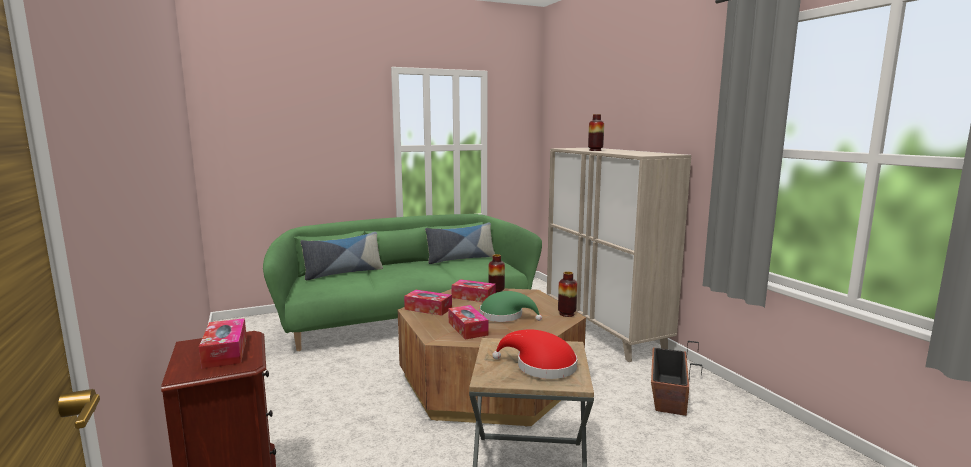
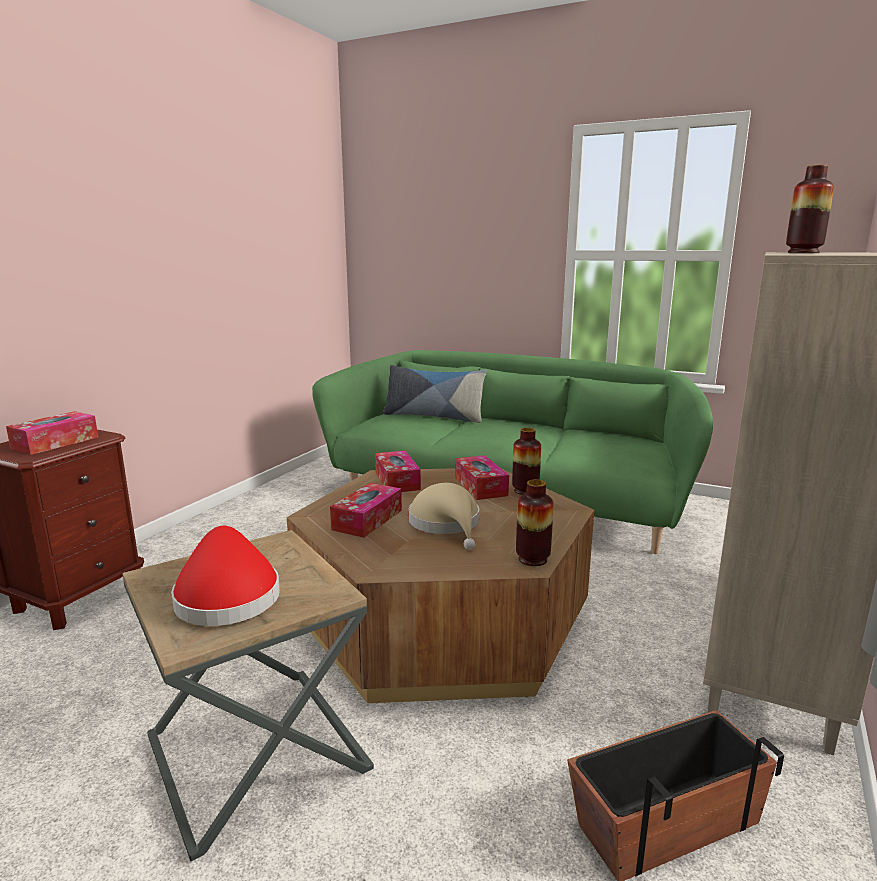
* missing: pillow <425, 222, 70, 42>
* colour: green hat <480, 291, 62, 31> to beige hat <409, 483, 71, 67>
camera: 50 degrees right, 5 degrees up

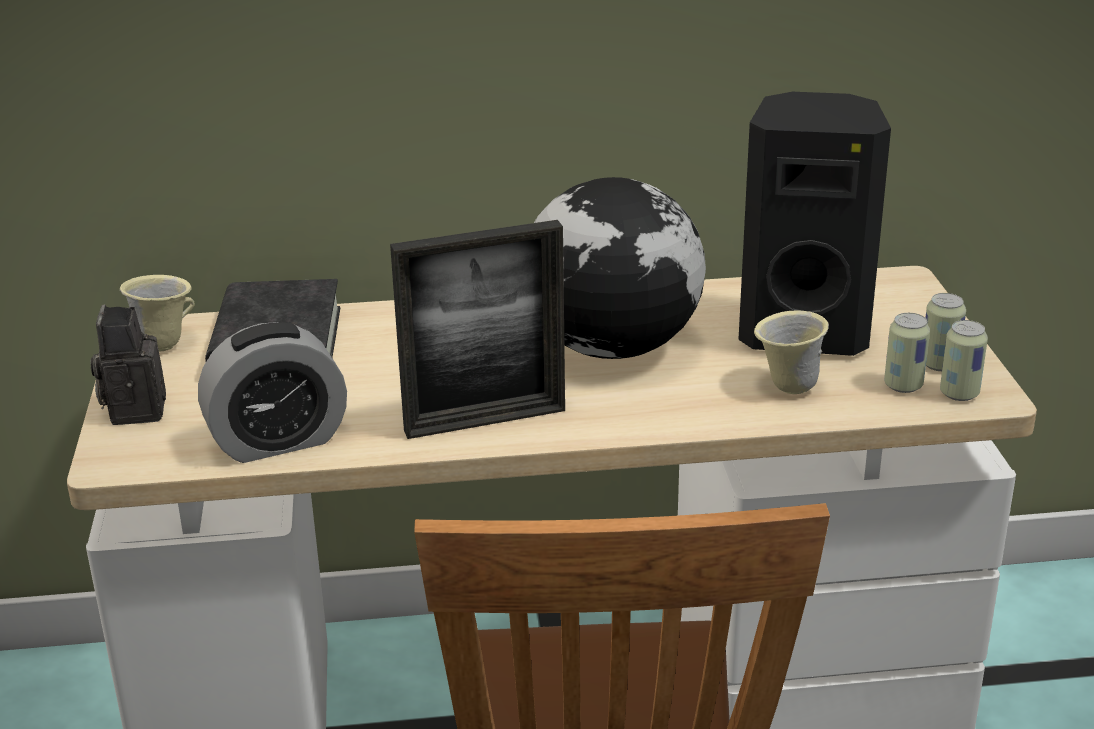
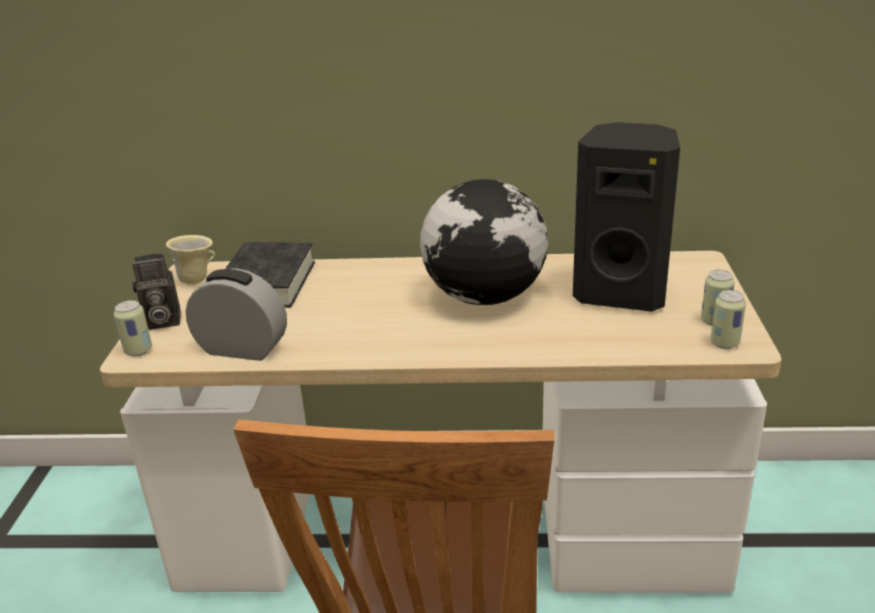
* spun: photo camera <91, 304, 75, 121> = <132, 253, 49, 77> 105 degrees counterclockwise
* spun: alarm clock <198, 322, 149, 141> = <186, 268, 101, 93> 150 degrees counterclockwise
* missing: picture frame <390, 220, 175, 219>
* missing: beige mug <754, 310, 75, 84>
* relocated: can <884, 313, 46, 80> to <114, 300, 38, 56>
camera: 10 degrees right, 0 degrees up

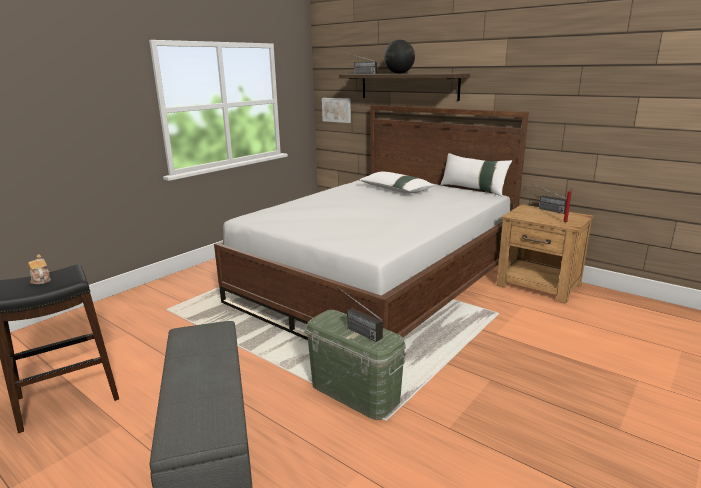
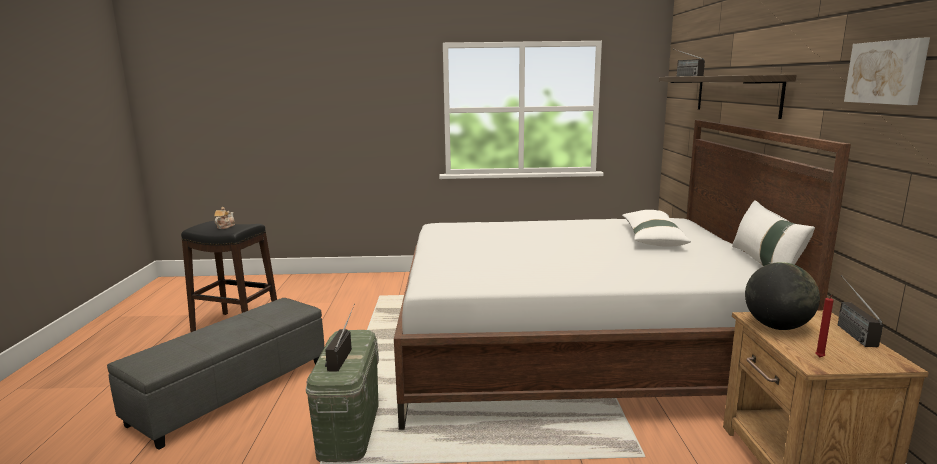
* relocated: picture <322, 98, 29, 25> to <844, 38, 86, 67>
* relocated: globe <384, 40, 31, 34> to <745, 262, 75, 68>
camera: 50 degrees right, 5 degrees down

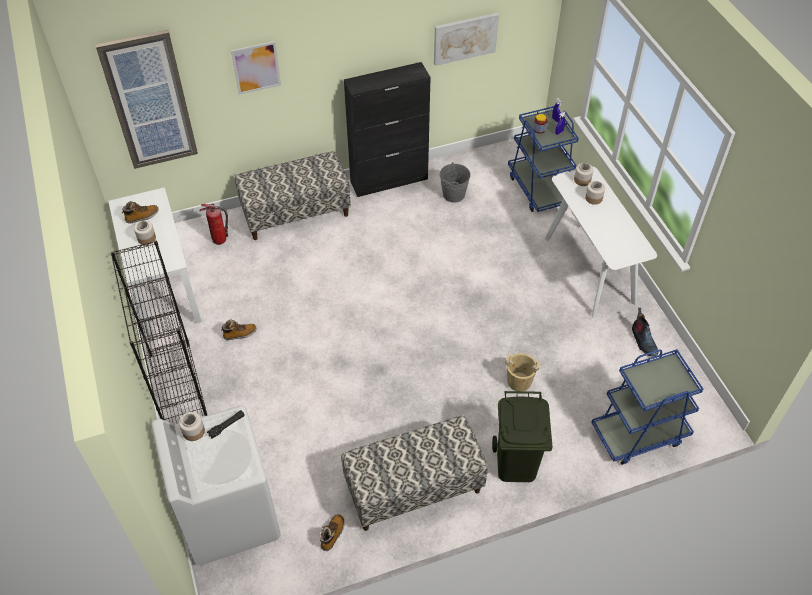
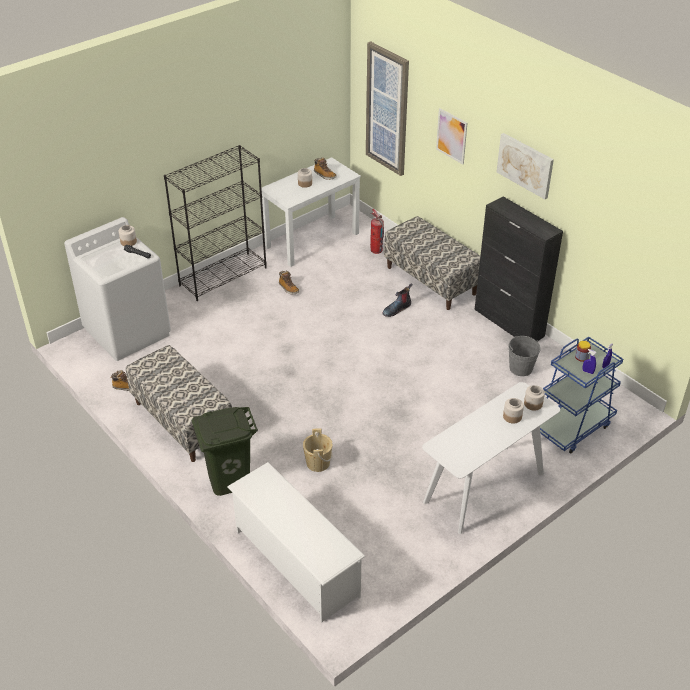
* relocated: picture <434, 13, 65, 53> to <497, 133, 57, 66>
* exchanged: blue cart <591, 349, 112, 116> to white shoe rack <227, 462, 138, 160>
* relocated: boot <632, 308, 26, 48> to <383, 283, 30, 34>
camera: 70 degrees right, 10 degrees down

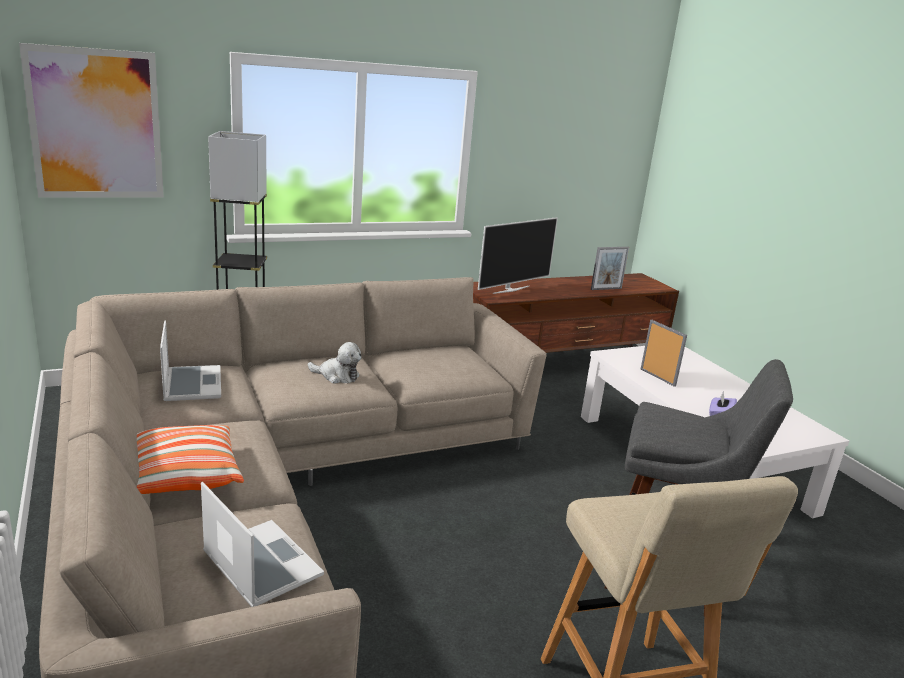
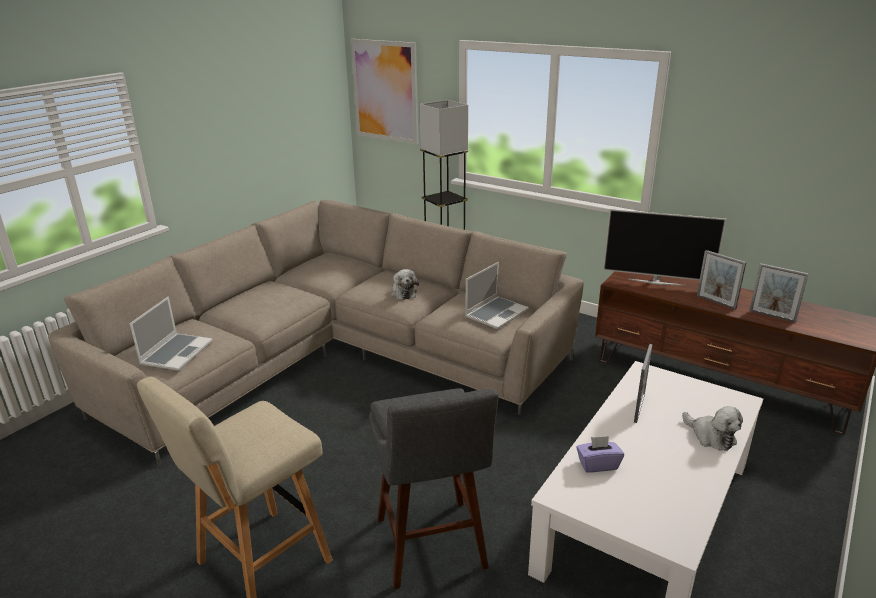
* missing: pillow <137, 425, 107, 69>
* relocated: laptop <160, 321, 61, 80> to <465, 262, 64, 67>
* appeared: plush toy <682, 406, 61, 45>
* appeared: picture frame <697, 250, 49, 60>
camera: 60 degrees right, 5 degrees up

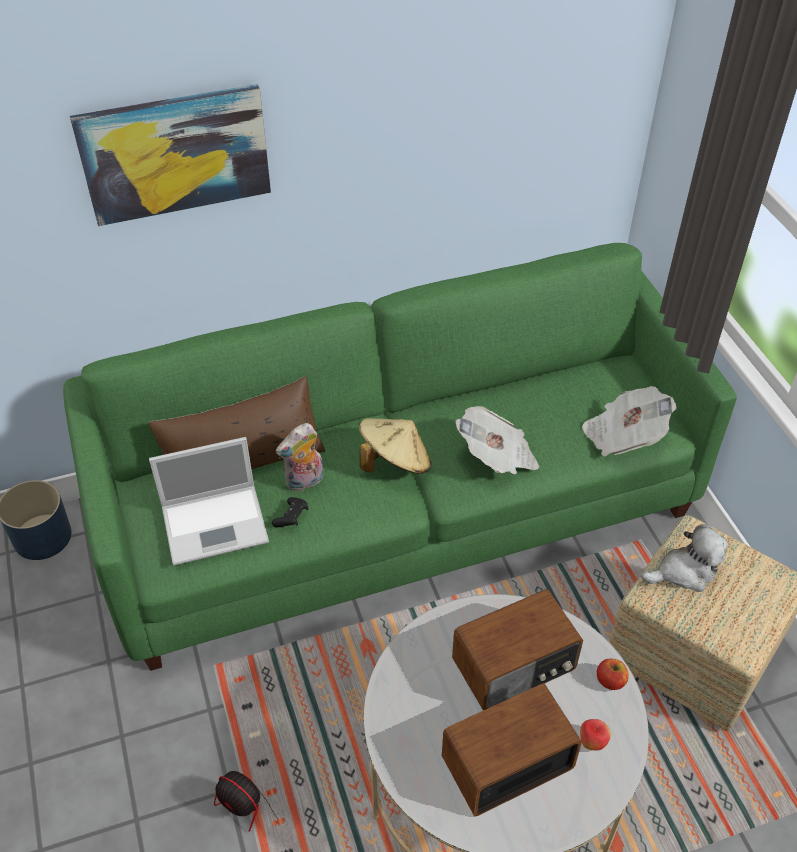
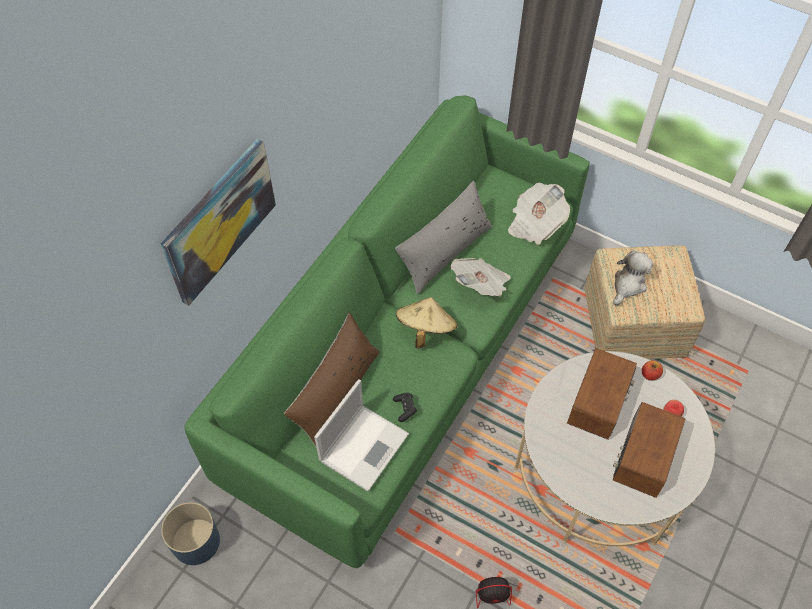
* missing: plush toy <276, 423, 47, 68>
* appeared: grey pillow <395, 181, 97, 113>
camera: 40 degrees left, 10 degrees up

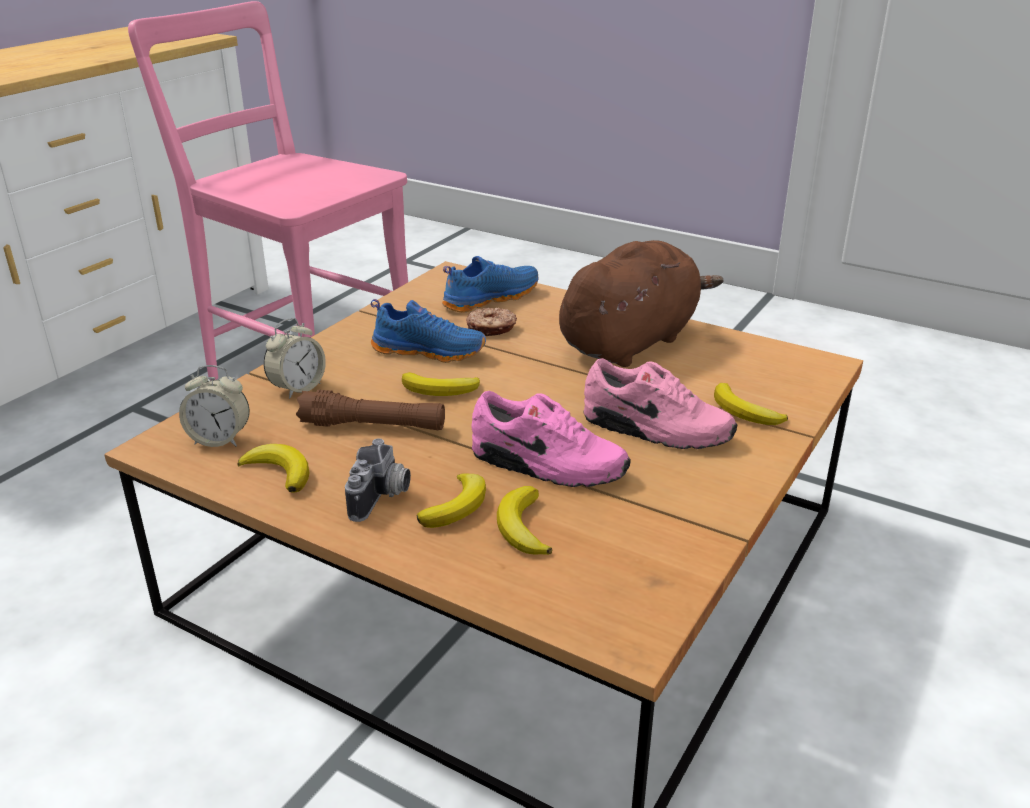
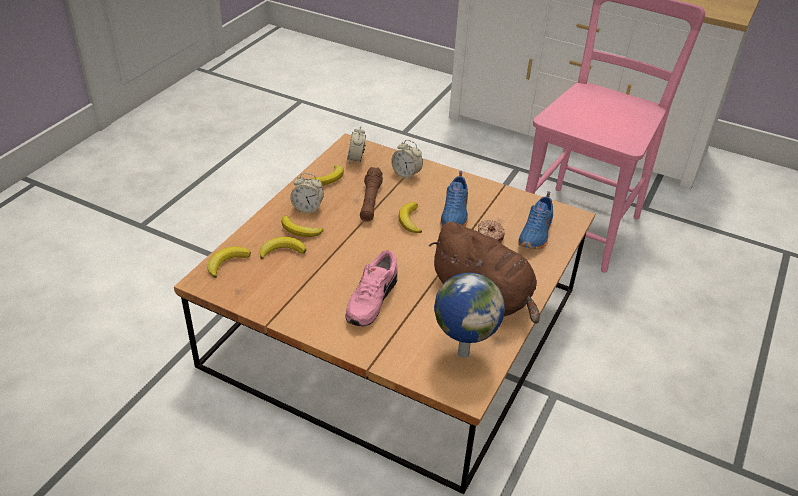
* exchanged: photo camera <345, 438, 66, 84> to alarm clock <290, 173, 34, 40>
* spun: blue shoe <442, 256, 96, 56> = <518, 191, 35, 58> 60 degrees clockwise
* missing: pink shoe <472, 391, 159, 96>
* relocated: banana <714, 383, 74, 42> to <207, 246, 44, 32>
* appeared: globe <434, 272, 71, 86>
camera: 85 degrees right, 10 degrees up

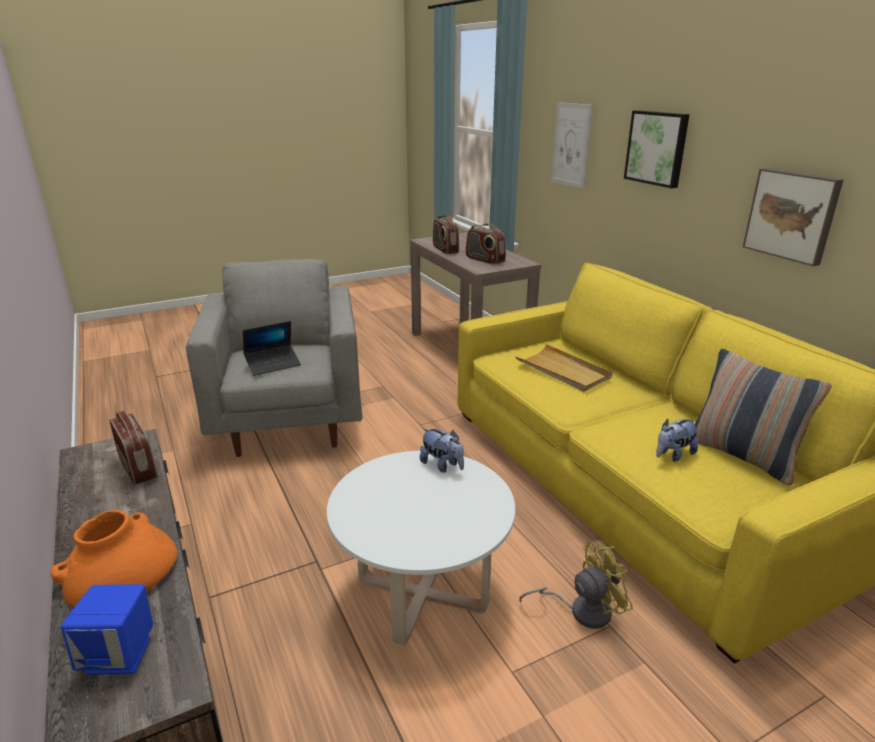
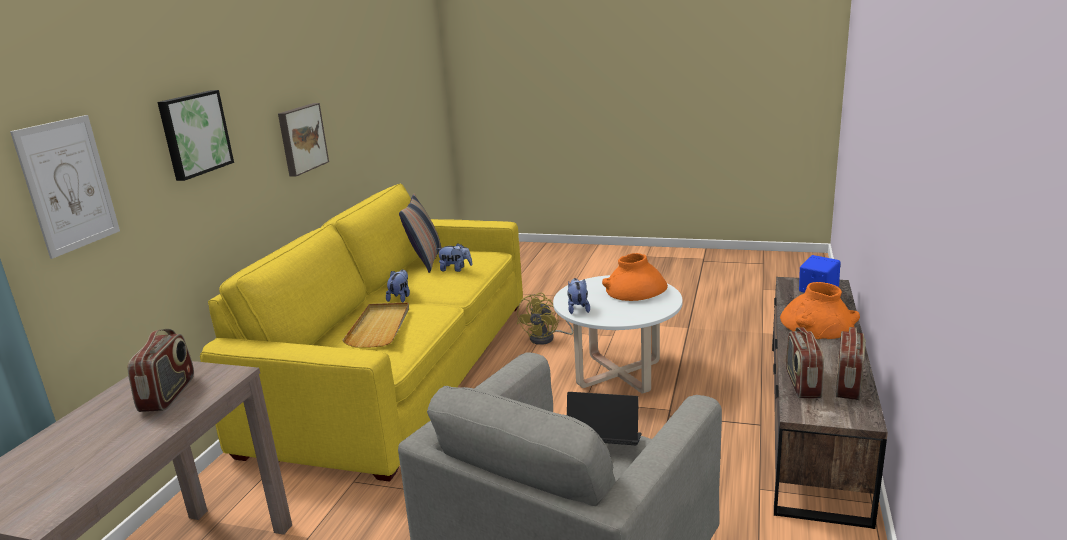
* relocated: radio <433, 215, 26, 39> to <836, 327, 30, 73>
* spun: yellow fan <519, 540, 114, 89> = <517, 292, 56, 53> 90 degrees counterclockwise
* appeared: plush toy <386, 269, 24, 33>
* appeared: orange vase <602, 253, 66, 48>
camera: 135 degrees left, 5 degrees down

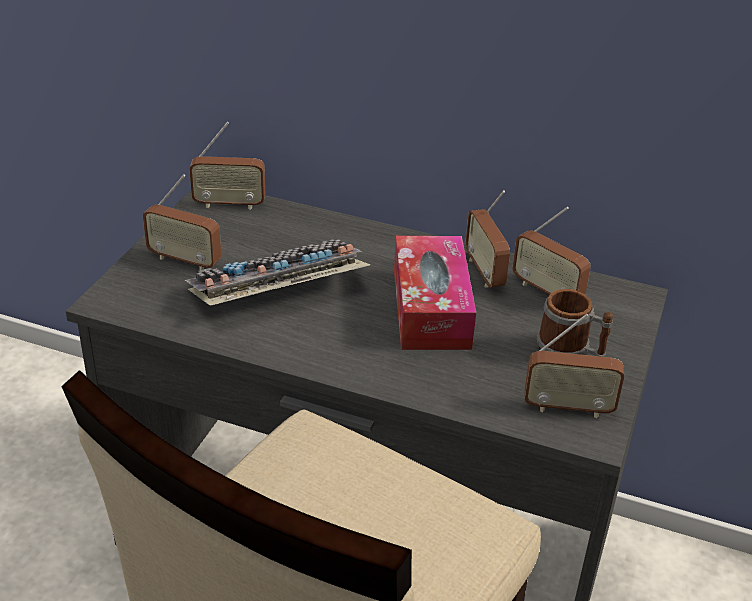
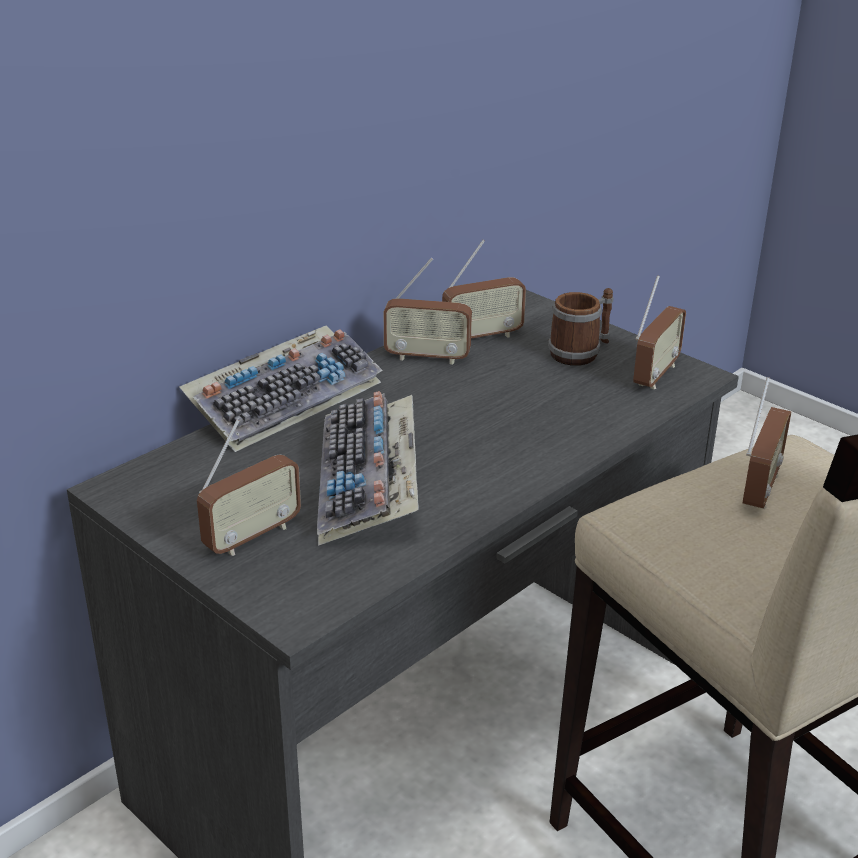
* relocated: radio <189, 122, 76, 88> to <743, 377, 48, 132>
* missing: tissue box <394, 236, 82, 114>
* appeared: keyboard <179, 326, 204, 126>
camera: 65 degrees left, 5 degrees down

